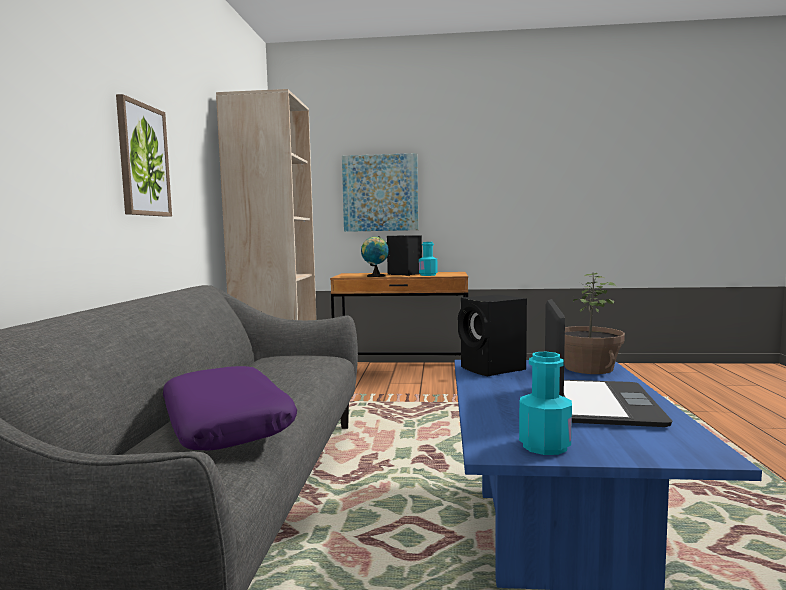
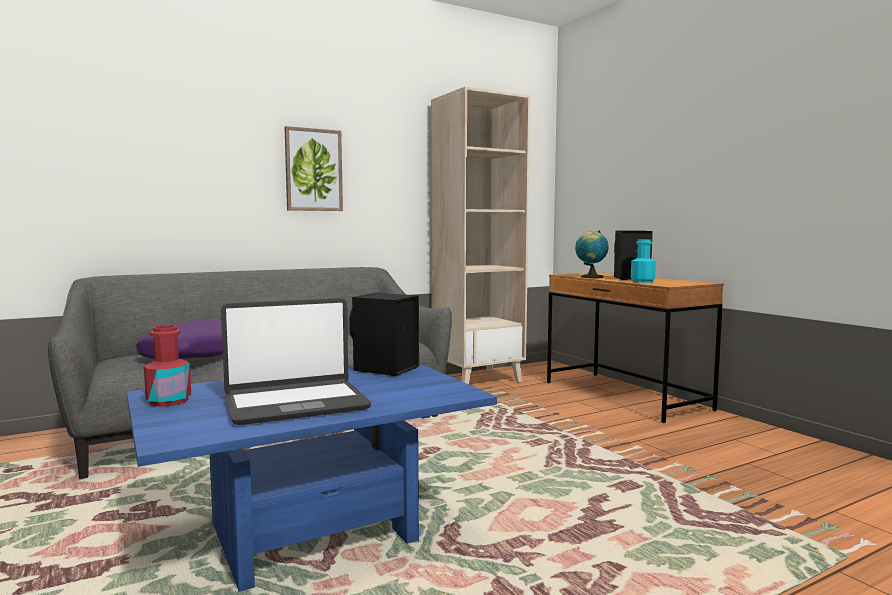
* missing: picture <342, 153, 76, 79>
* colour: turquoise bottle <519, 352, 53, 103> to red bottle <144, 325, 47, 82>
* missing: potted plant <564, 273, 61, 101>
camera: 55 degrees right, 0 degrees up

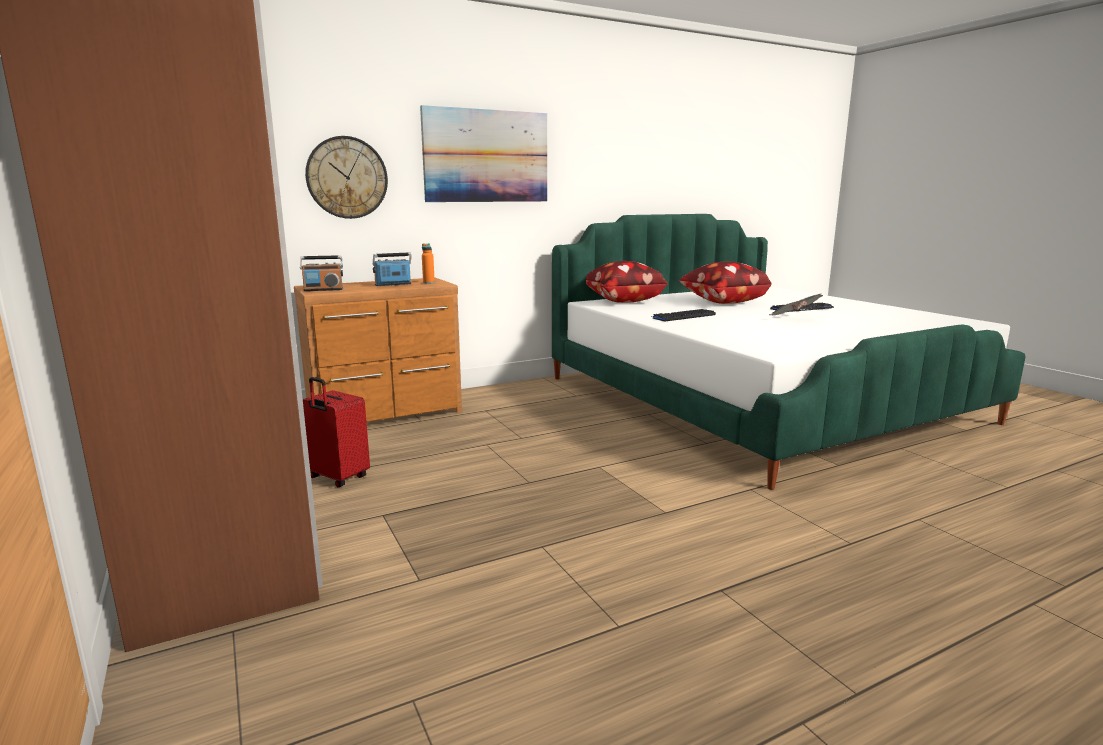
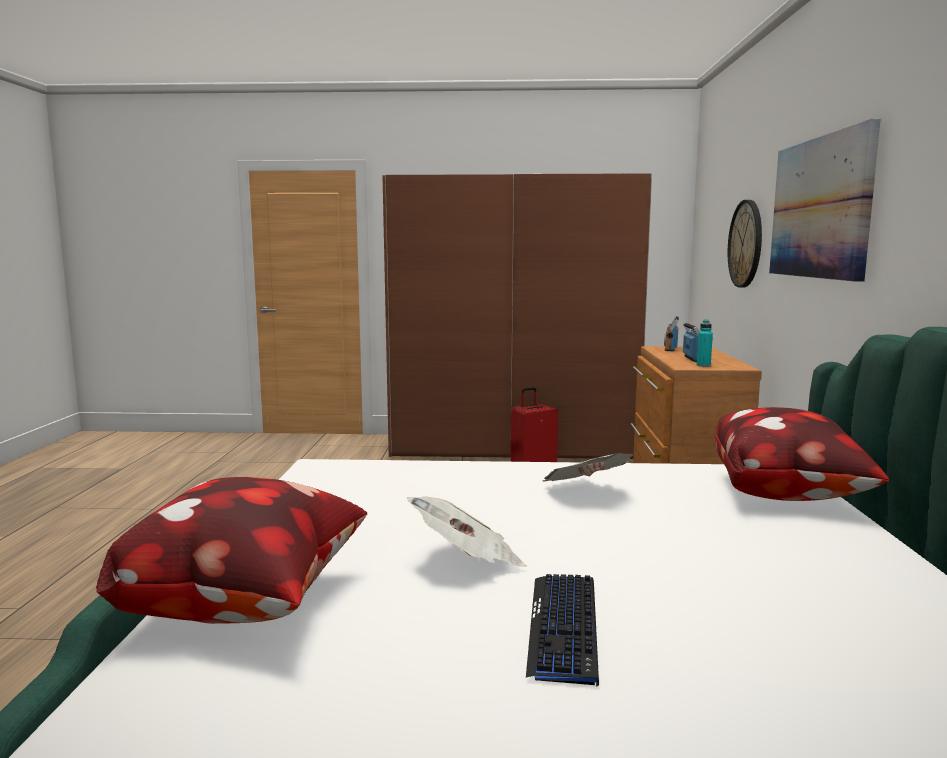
* colour: orange bottle <422, 244, 13, 40> to turquoise bottle <697, 319, 16, 48>
* exchanged: keyboard <651, 309, 65, 13> to newspaper <543, 453, 90, 29>
* relocated: pillow <679, 262, 93, 42> to <96, 477, 271, 147>
camera: 120 degrees right, 5 degrees down

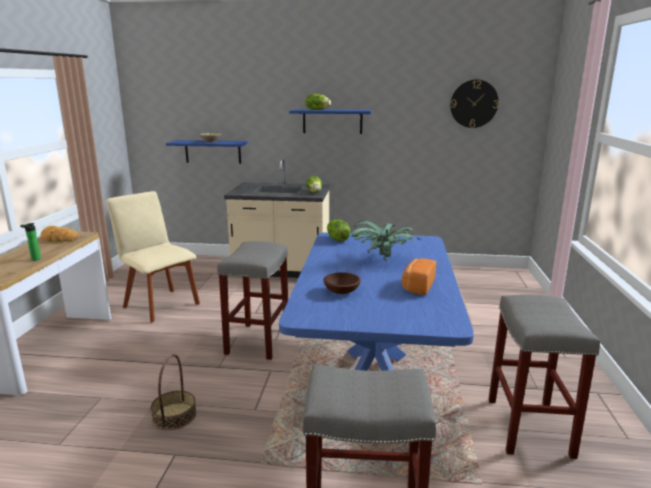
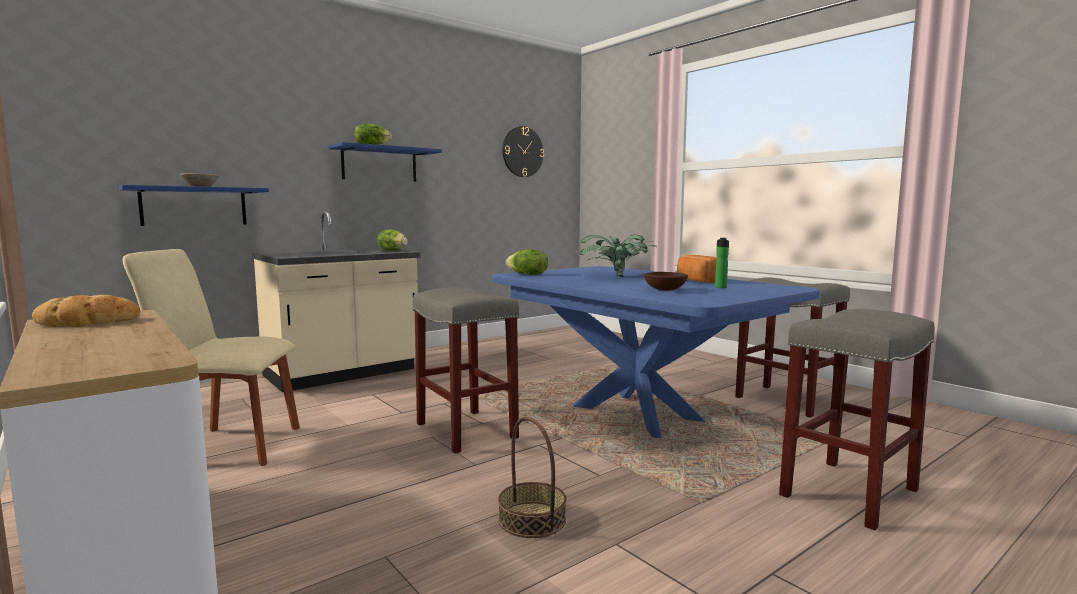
* relocated: bottle <20, 223, 21, 38> to <715, 238, 14, 50>
camera: 45 degrees left, 10 degrees down

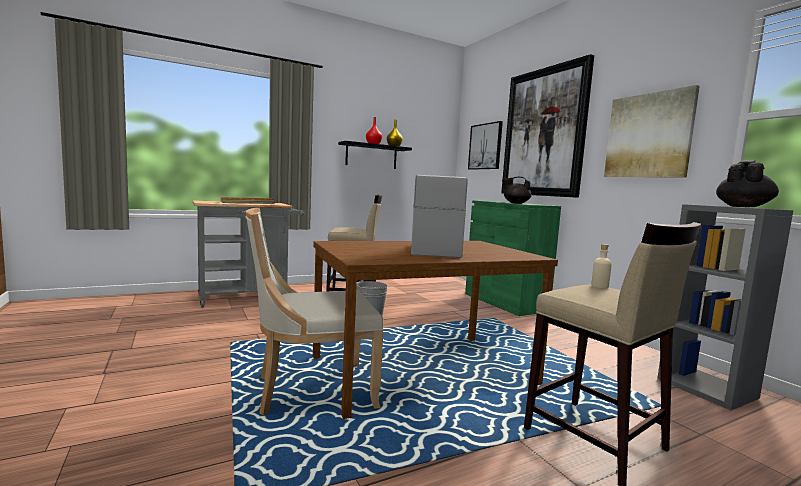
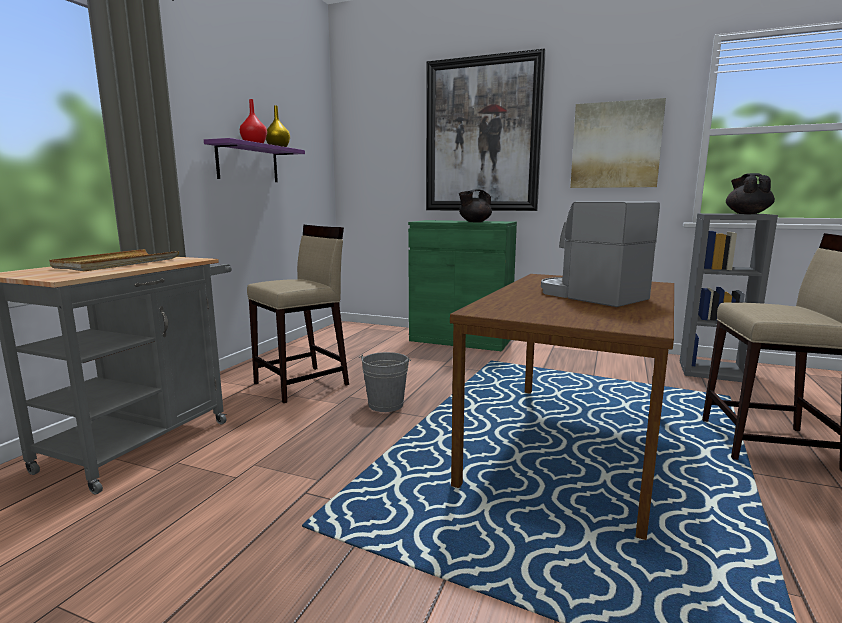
* missing: beige chair <245, 208, 139, 207>
* colour: black shelf <338, 141, 74, 28> to purple shelf <204, 138, 101, 44>
* missing: picture <468, 121, 35, 49>
* missing: beige bottle <591, 244, 21, 44>
camera: 40 degrees left, 5 degrees up

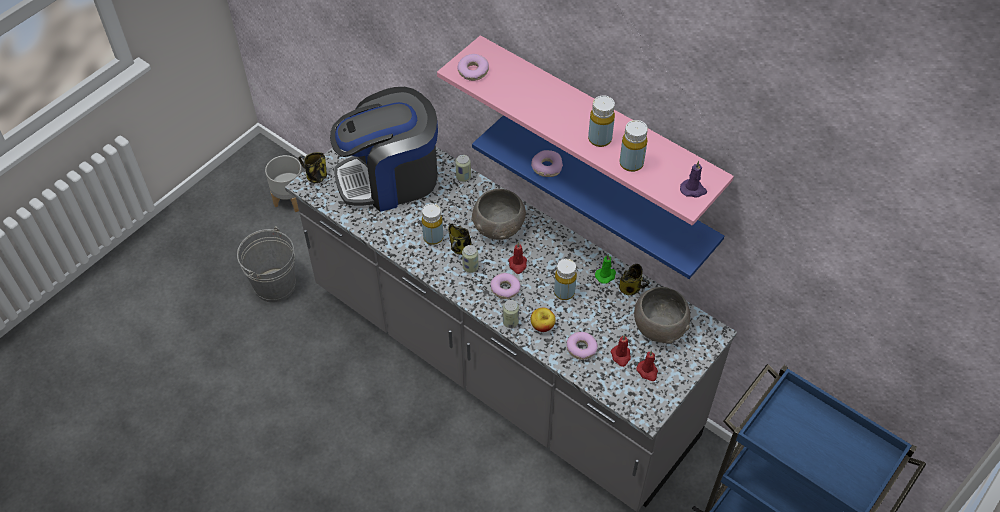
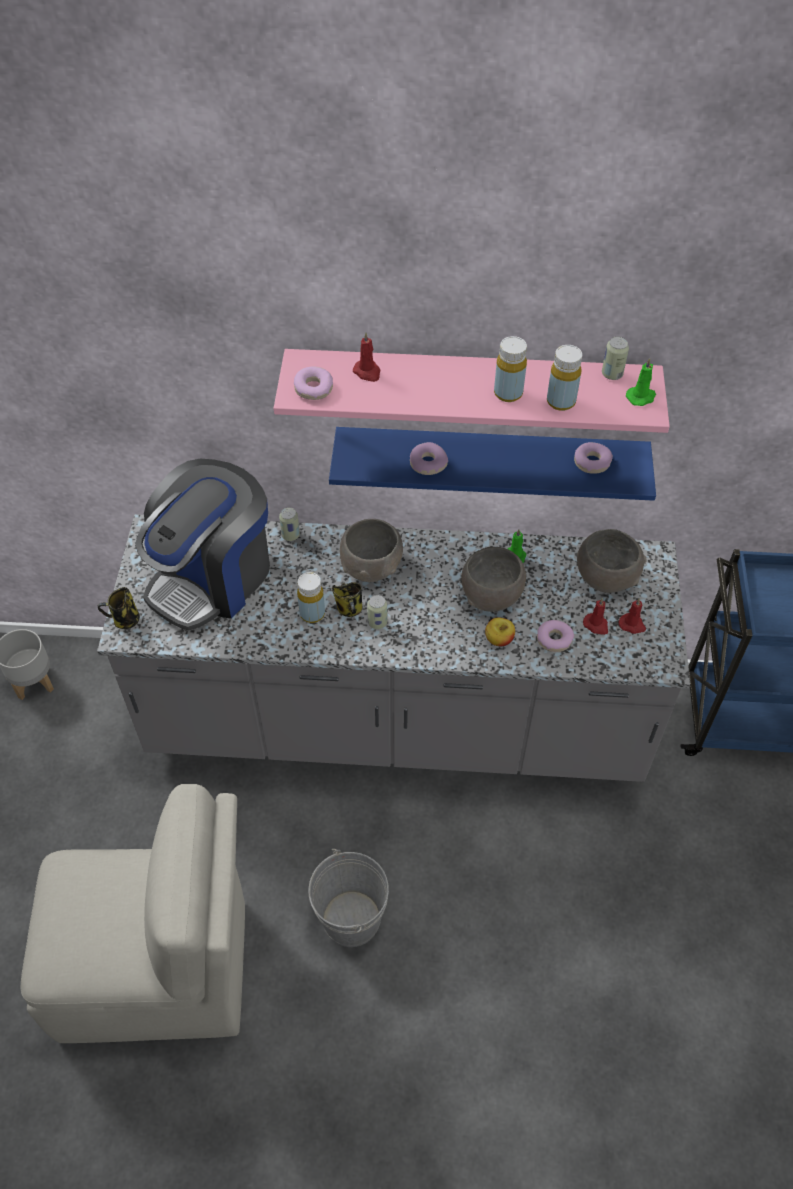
* relocated: grey bucket <237, 226, 59, 76> to <308, 849, 81, 98>
* relocated: donut <490, 273, 31, 26> to <574, 442, 39, 32>
* relocated: can <503, 300, 16, 28> to <602, 336, 27, 44>
* relocated: red candle <509, 242, 18, 32> to <353, 332, 28, 50>
* exchanged: yellow bottle <554, 259, 23, 41> to grey bowl <461, 547, 65, 65>
* missing: mug <619, 264, 30, 31>
* colour: purple candle <680, 161, 27, 37> to green candle <626, 358, 30, 48>
* appeared: beige chair <21, 784, 224, 259>
camera: 35 degrees left, 0 degrees up

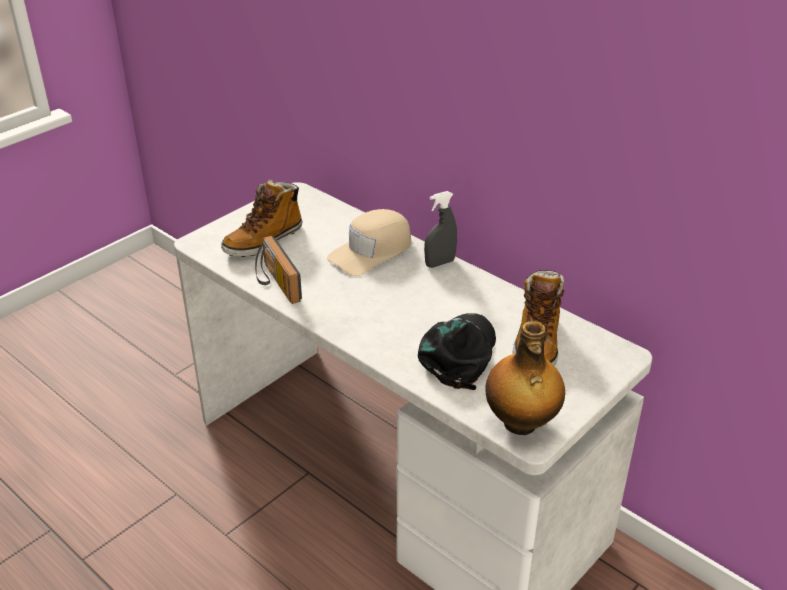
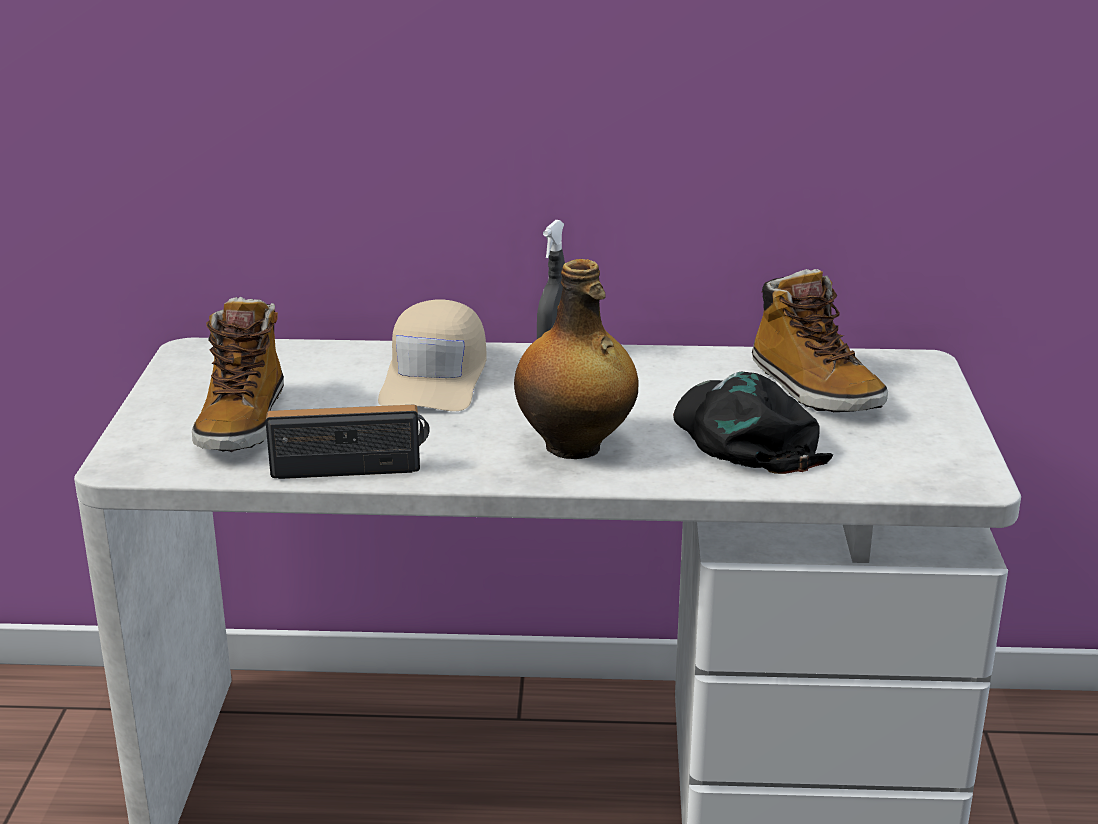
* spun: radio <255, 236, 47, 68> = <265, 405, 165, 74> 150 degrees clockwise
* relocated: bottle <485, 321, 80, 114> to <514, 259, 124, 200>
camera: 40 degrees left, 10 degrees down

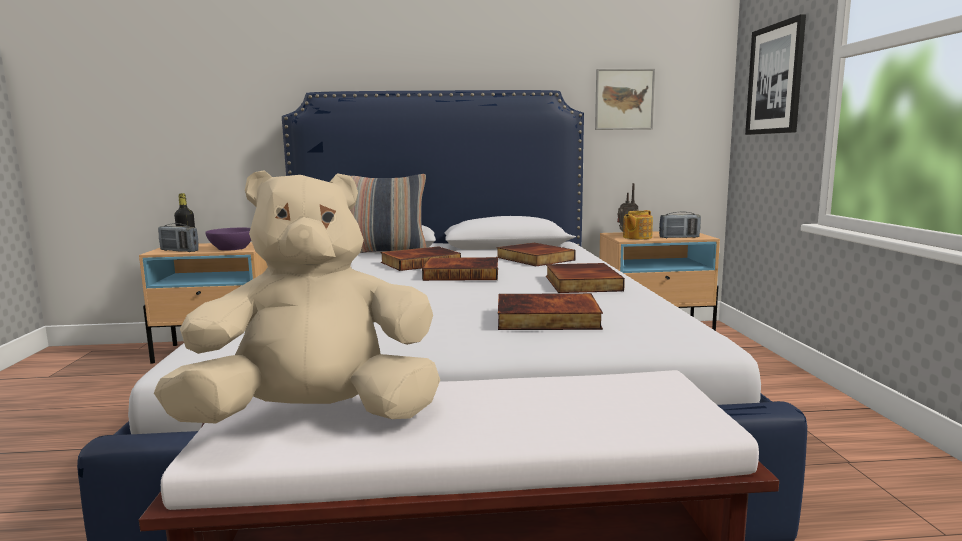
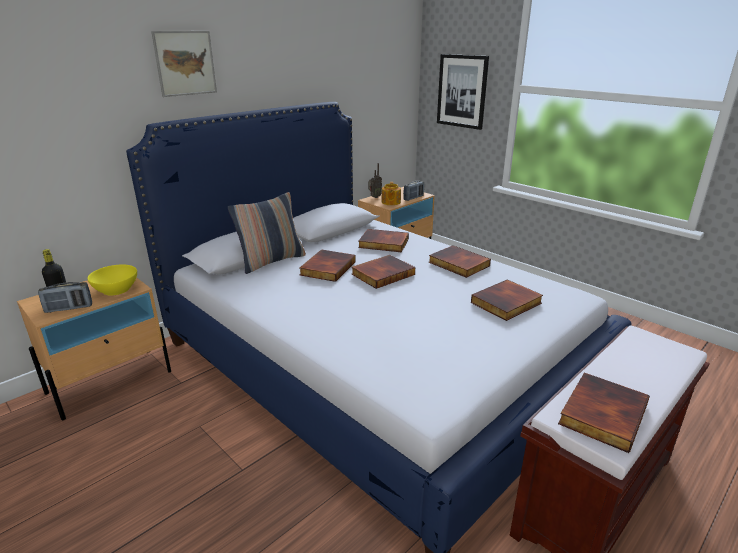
* exchanged: beige plush toy <154, 170, 286, 253> to book <558, 372, 92, 81>
* colour: purple bowl <205, 228, 46, 23> to yellow bowl <87, 265, 50, 30>
* relocated: picture <595, 69, 60, 61> to <151, 31, 66, 66>
camera: 40 degrees left, 15 degrees up

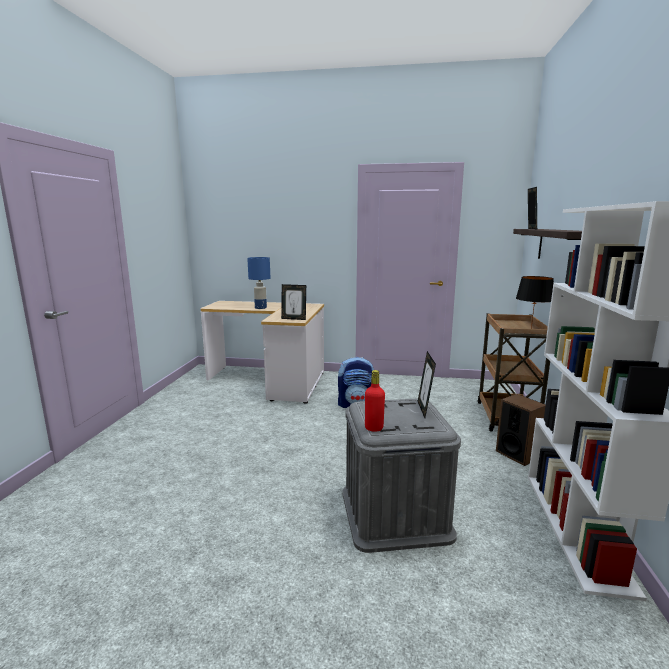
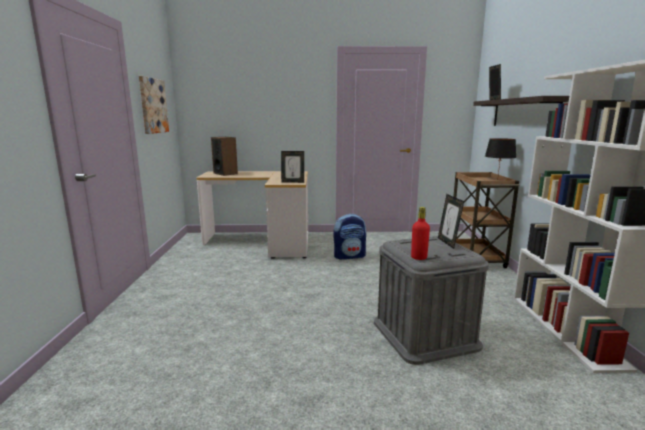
* missing: blue table lamp <247, 257, 23, 52>
* relocated: speaker <496, 394, 50, 72> to <211, 137, 27, 39>
* appeared: picture <139, 76, 30, 58>
camera: 10 degrees left, 0 degrees up

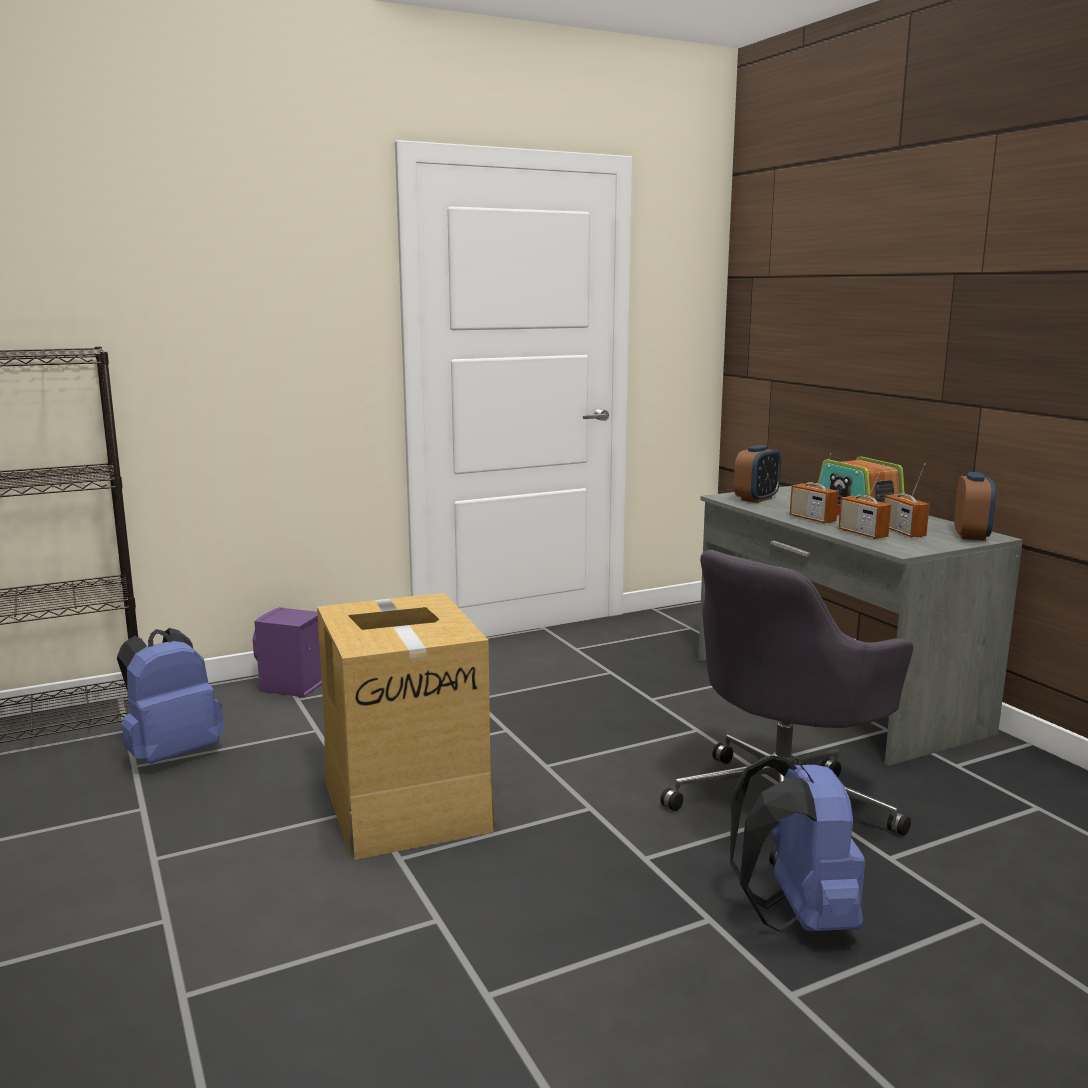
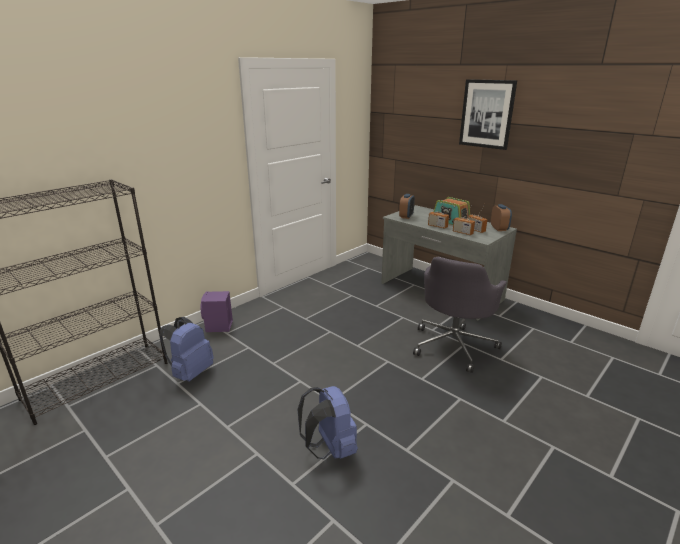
* missing: cardboard box <317, 593, 179, 267>
* relocated: blue backpack <730, 755, 135, 177> to <298, 386, 60, 74>
* appeared: picture <459, 79, 58, 71>
camera: 20 degrees left, 10 degrees up

